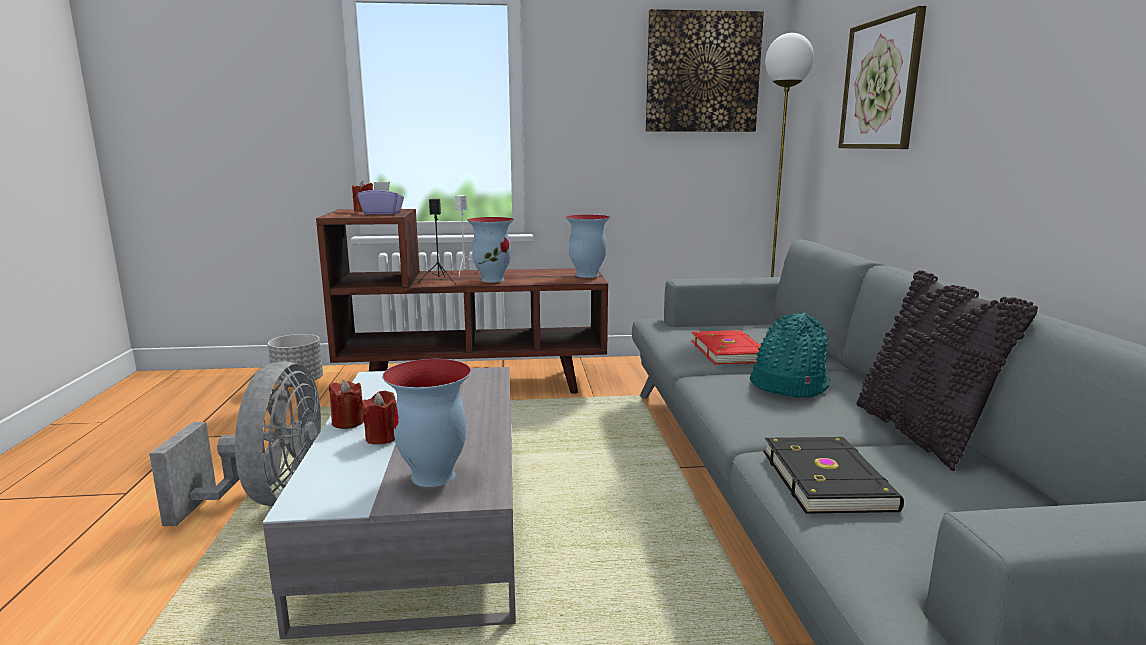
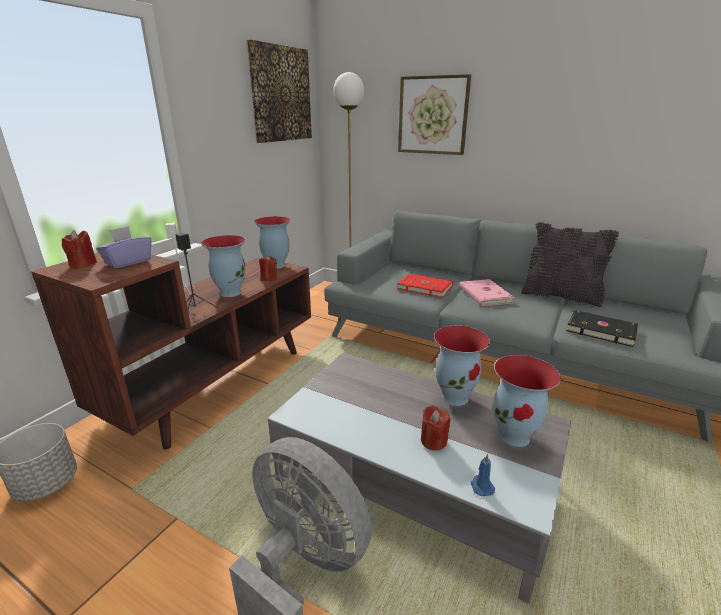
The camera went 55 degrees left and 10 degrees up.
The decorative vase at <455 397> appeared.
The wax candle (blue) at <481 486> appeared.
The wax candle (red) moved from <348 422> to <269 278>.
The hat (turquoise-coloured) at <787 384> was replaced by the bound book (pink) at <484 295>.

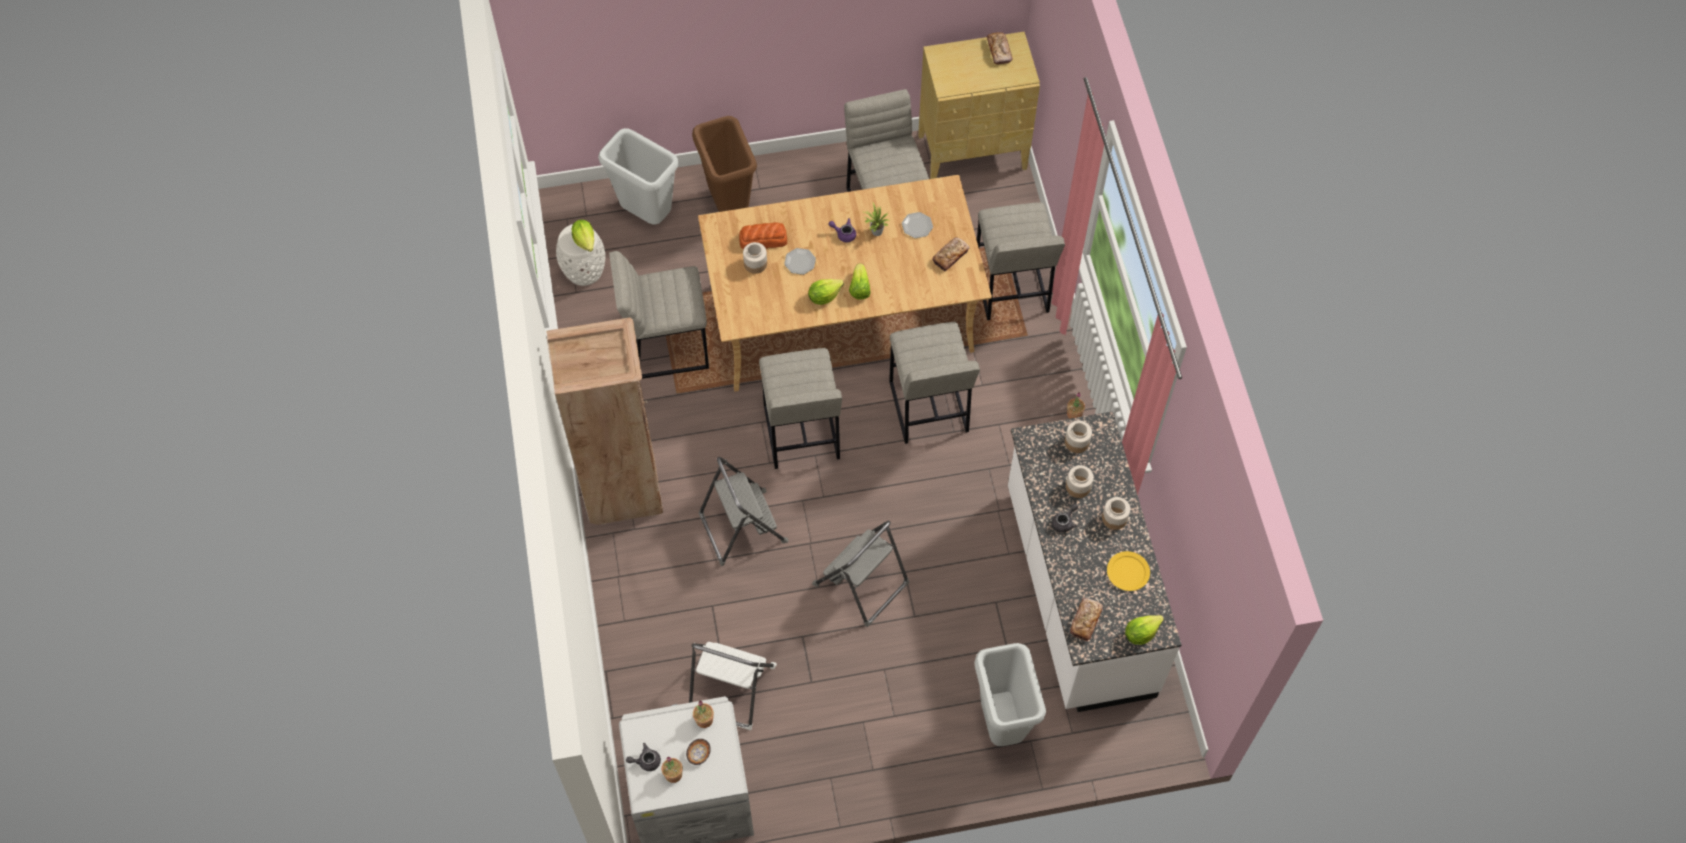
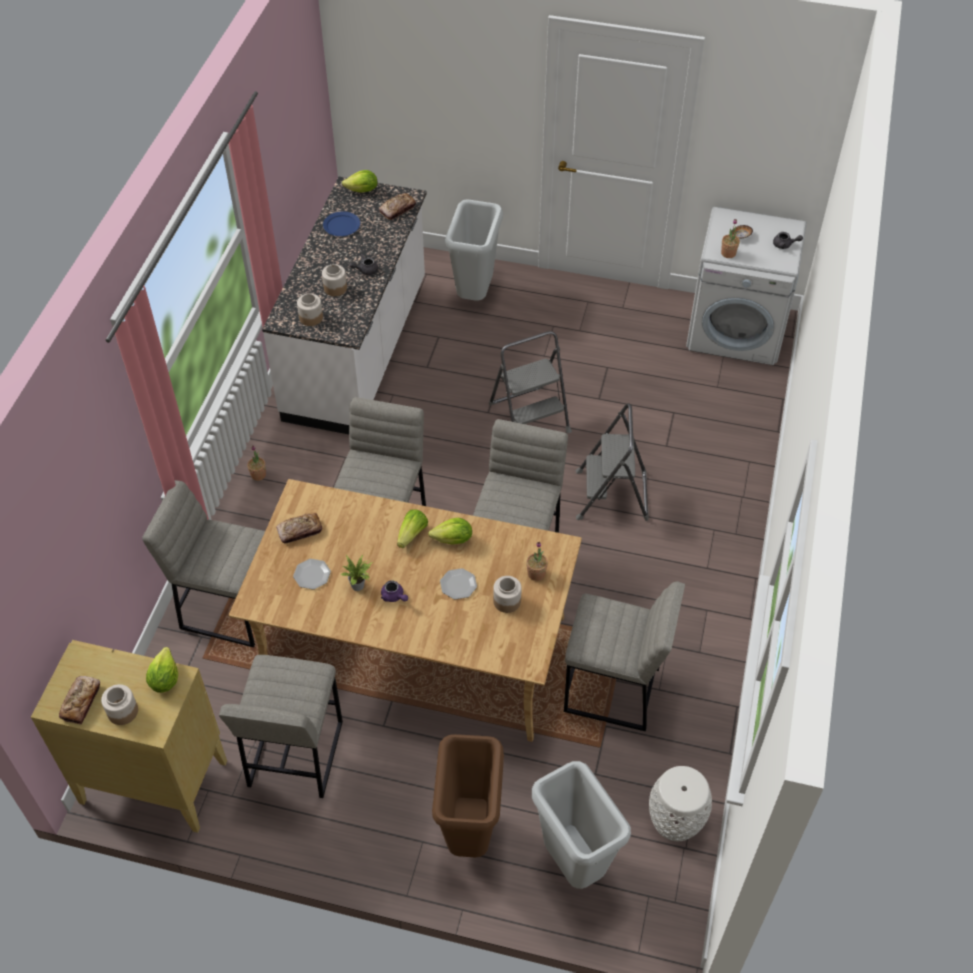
The camera went 155 degrees left and 10 degrees down.
The cabinet (brownish) at <624 493> disappeared.
The step ladder (whitish) at <730 690> disappeared.
The baked bread at <762 239> disappeared.
The head of lettuce moved from <585 240> to <164 679>.
The plant in a pot moved from <673 774> to <536 573>.
The storage jar moved from <1114 518> to <122 712>.
The flat dish (yellow-coloured) at <1127 572> became the flat dish (blue) at <342 225>.
The chair (grey) at <1011 289> turned 90 degrees counterclockwise.

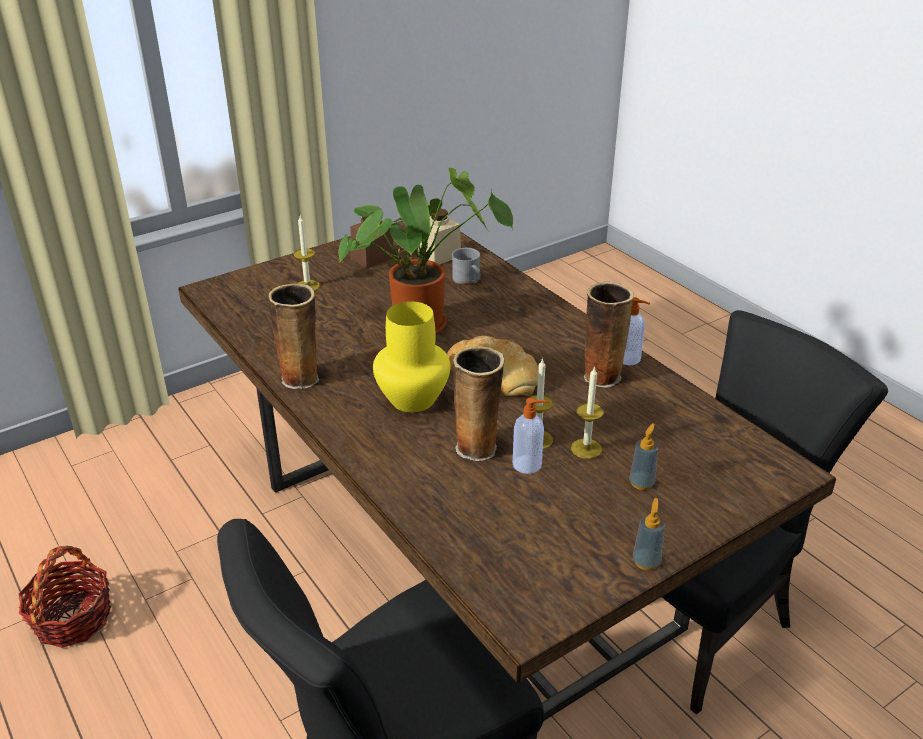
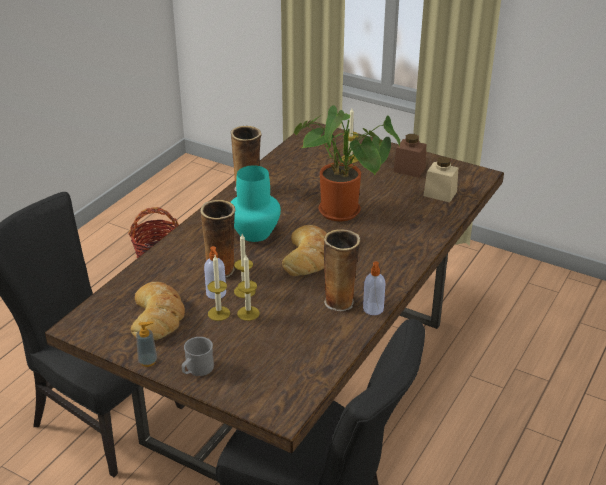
The camera went 65 degrees right and 0 degrees up.
The soap dispenser at <641 483> disappeared.
The baked bread at <158 316> appeared.
The wax candle at <219 313> appeared.
The mug (grey) moved from <468 280> to <197 370>.
The decorative vase (yellow-coloured) at <414 399> became the decorative vase (turquoise-coloured) at <255 233>.

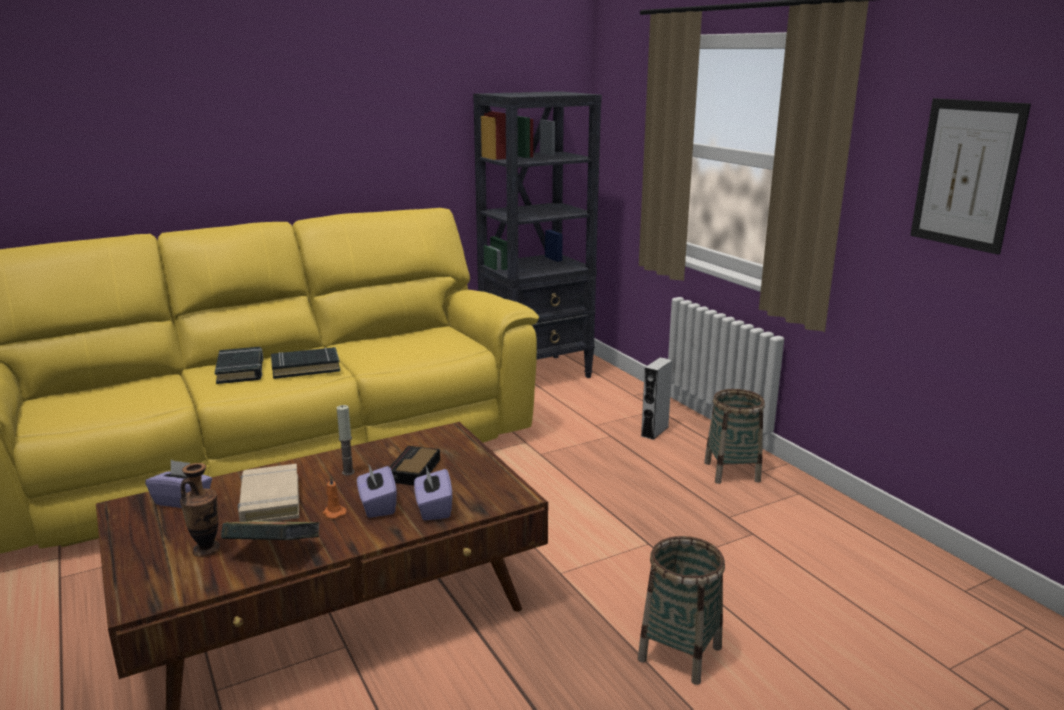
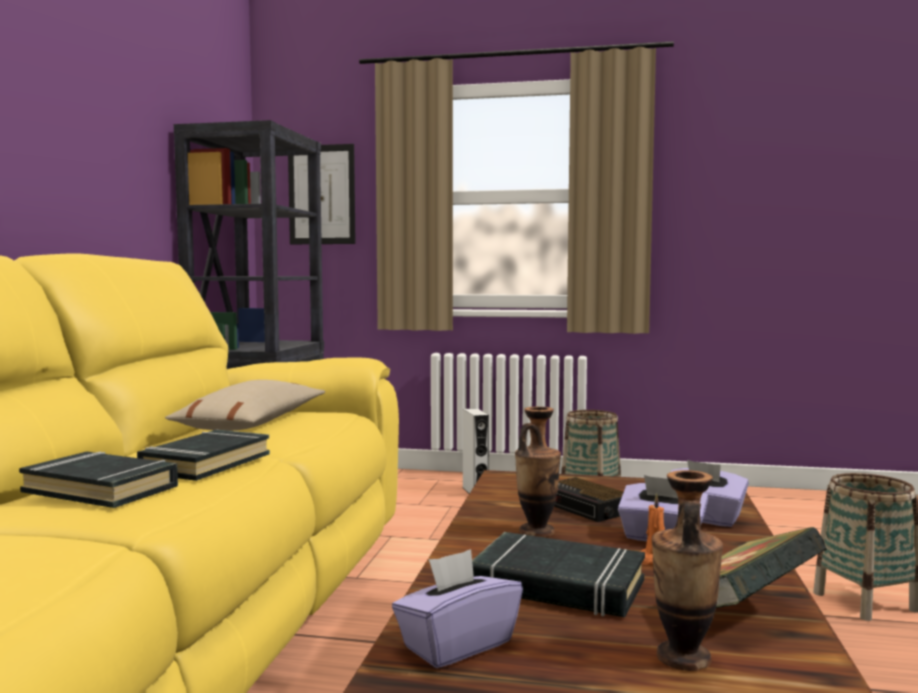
The camera went 50 degrees left and 15 degrees down.
The throw pillow (beige) at <252 424> appeared.
The picture moved from <966 174> to <322 195>.
The wax candle at <348 472> was replaced by the decorative vase at <537 532>.
The bound book (beige) at <270 500> became the bound book (blackish) at <558 586>.

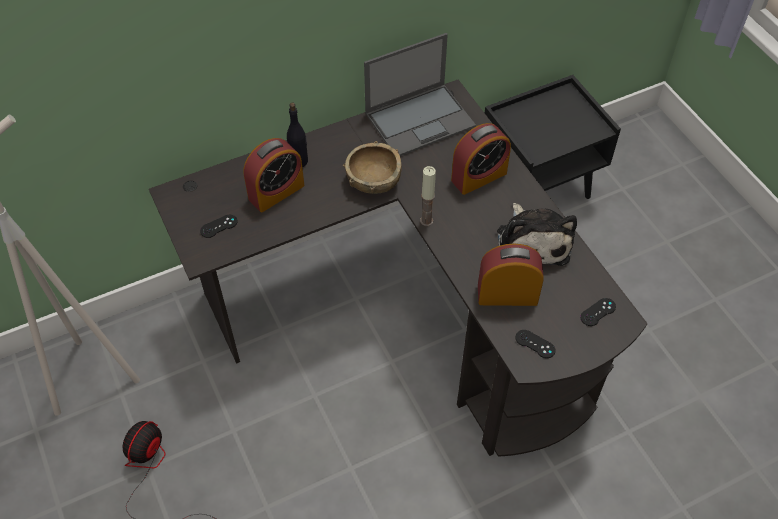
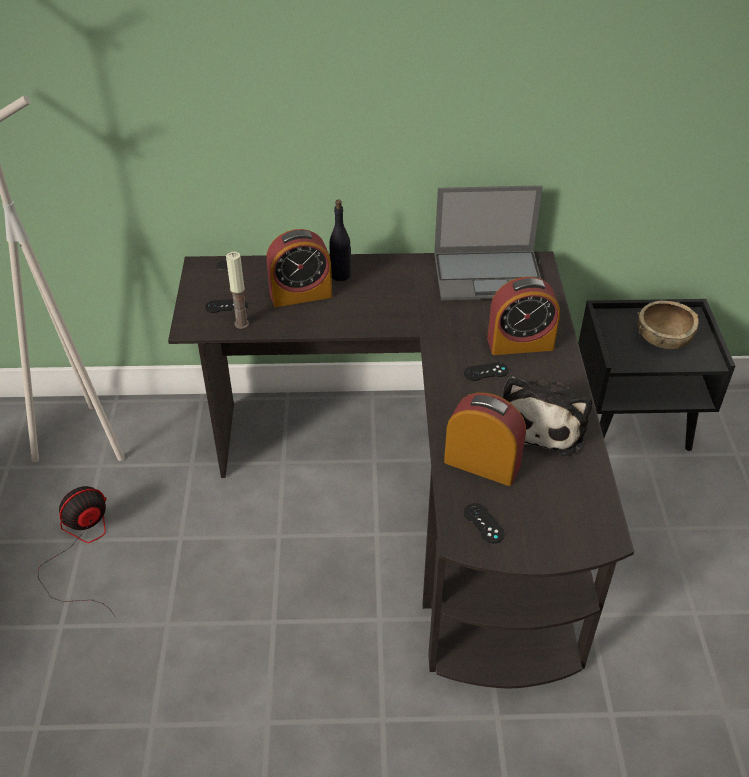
The camera went 25 degrees right and 10 degrees down.
The deep dish (brownish) moved from <374 180> to <663 338>.
The wax candle moved from <426 221> to <241 324>.
The joypad (blackish) moved from <598 312> to <486 372>.

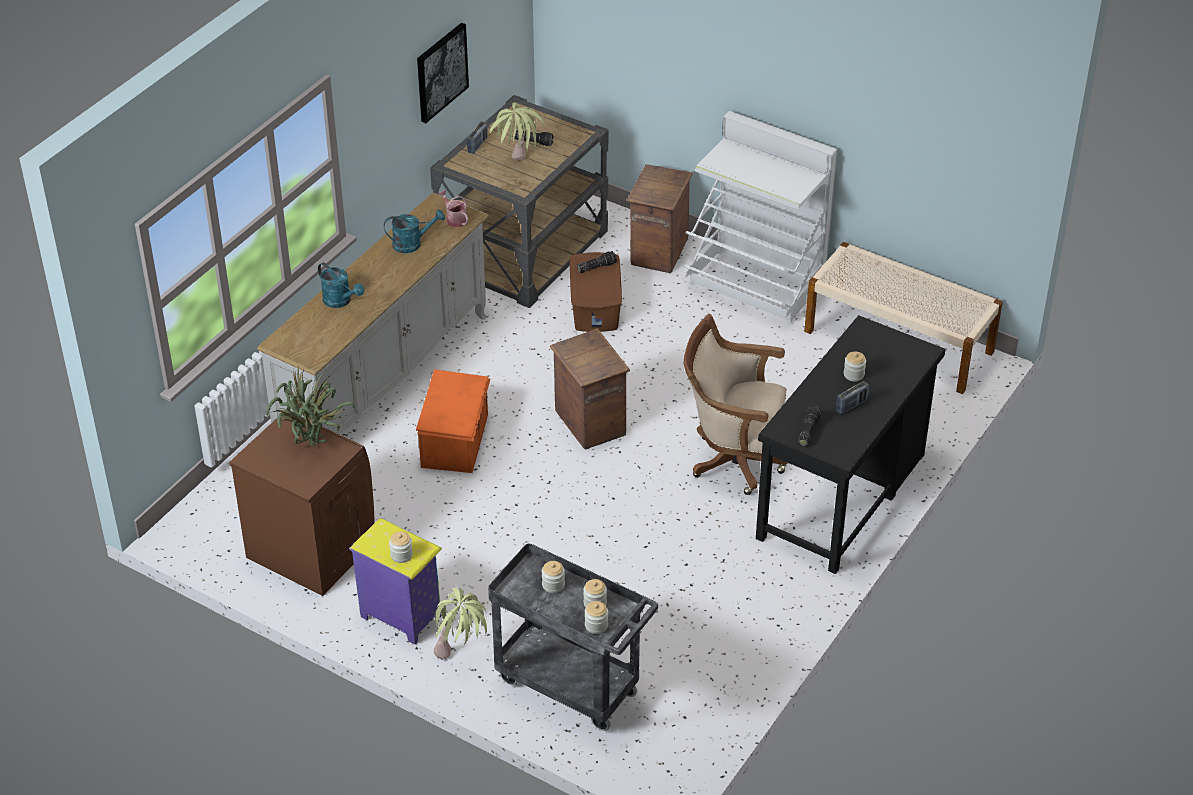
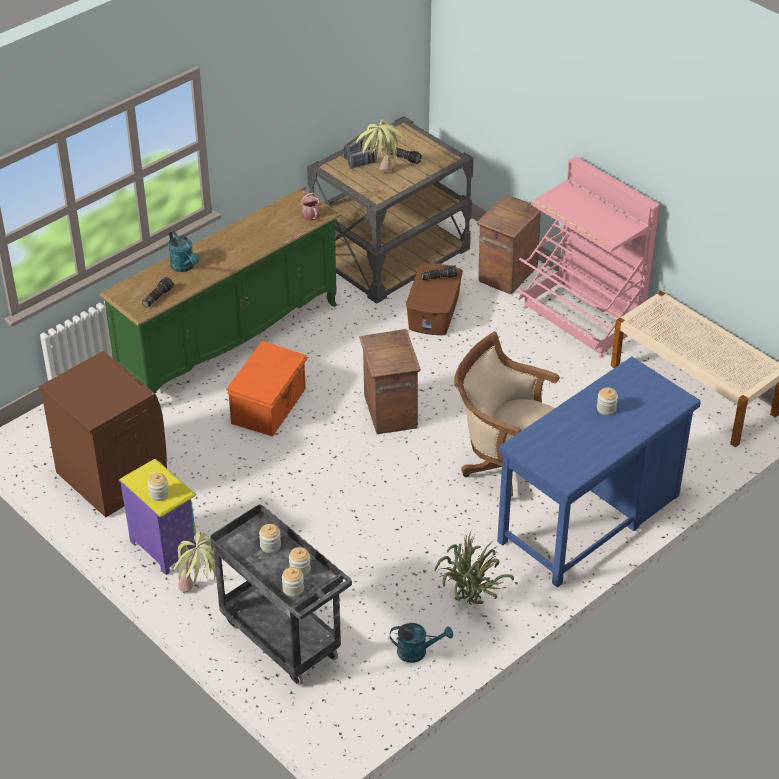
The camera went 15 degrees right and 0 degrees up.
The picture at <441 72> disappeared.
The plant in a pot moved from <311 447> to <469 604>.
The watering pot (turquoise-coloured) moved from <412 244> to <417 652>.
The flashlight moved from <807 431> to <157 297>.
The radio set moved from <851 406> to <362 164>.
The cabinet (grey) at <386 381> became the cabinet (green-coloured) at <231 344>.
The shoe stand (whitish) at <753 289> became the shoe stand (pink) at <578 321>.
The desk (blackish) at <842 497> became the desk (blue) at <590 519>.

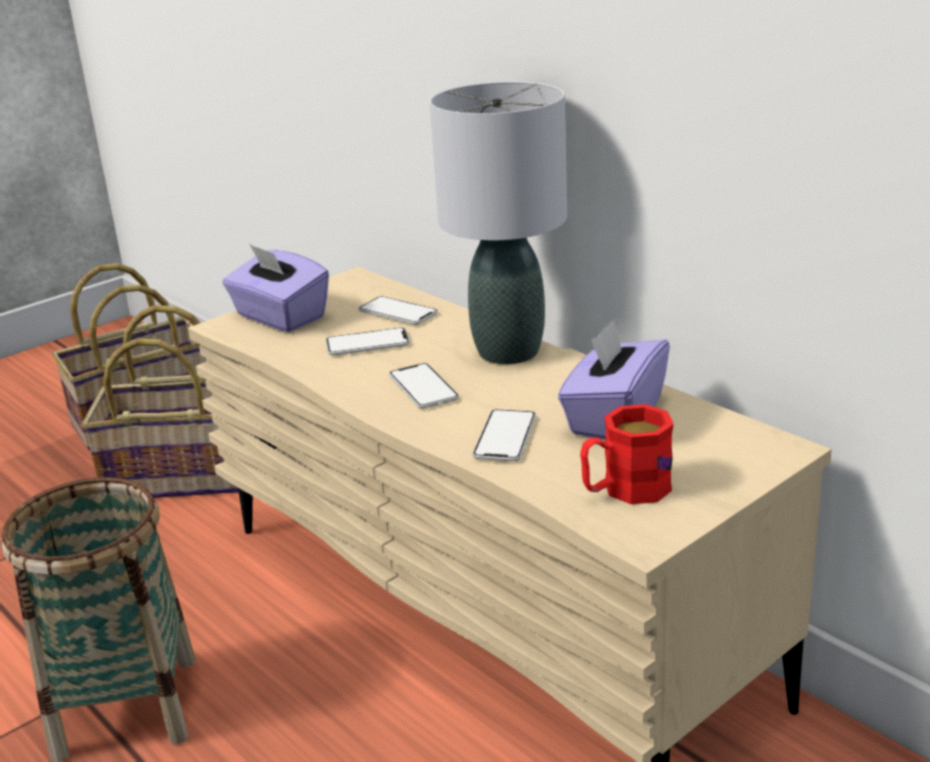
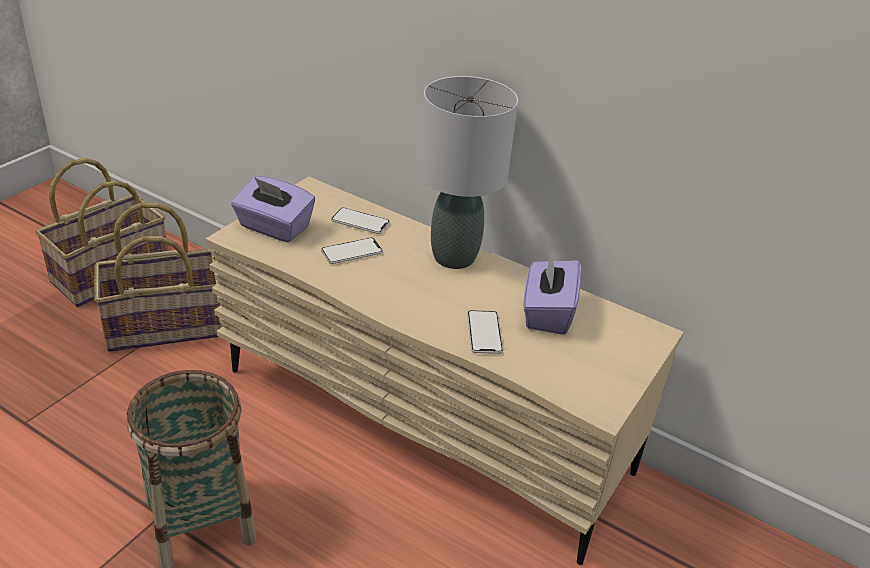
The camera went 20 degrees left and 10 degrees up.
The phone at <423 388> disappeared.
The mug (red) at <625 490> disappeared.

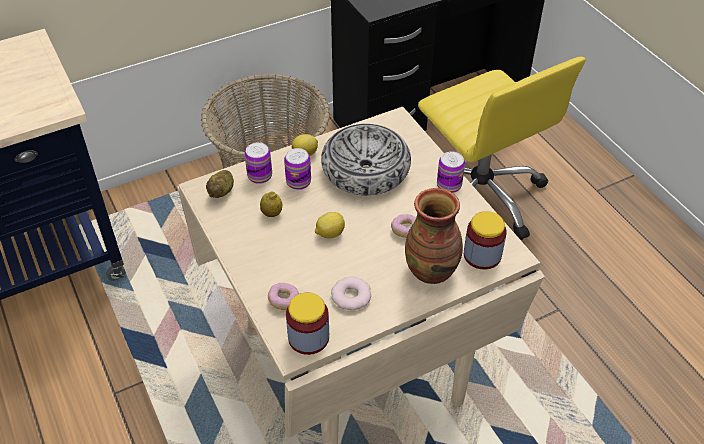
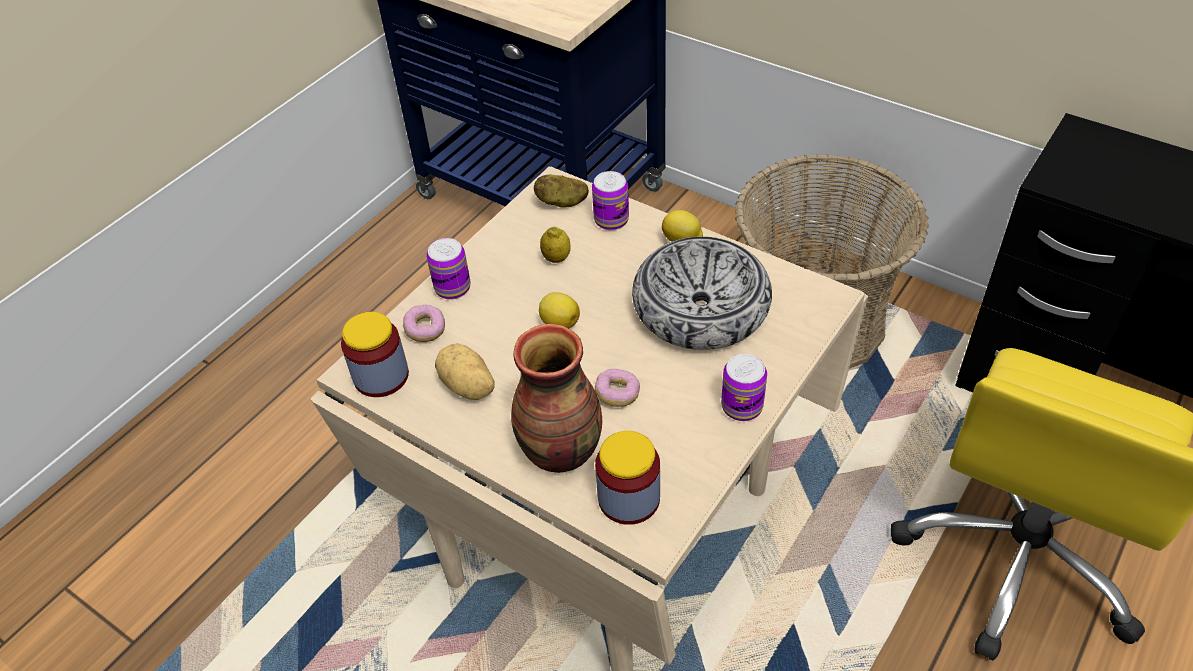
The camera went 65 degrees right and 0 degrees up.
The can moved from <298 182> to <452 288>.
The doughnut at <351 296> was replaced by the potato at <467 387>.

